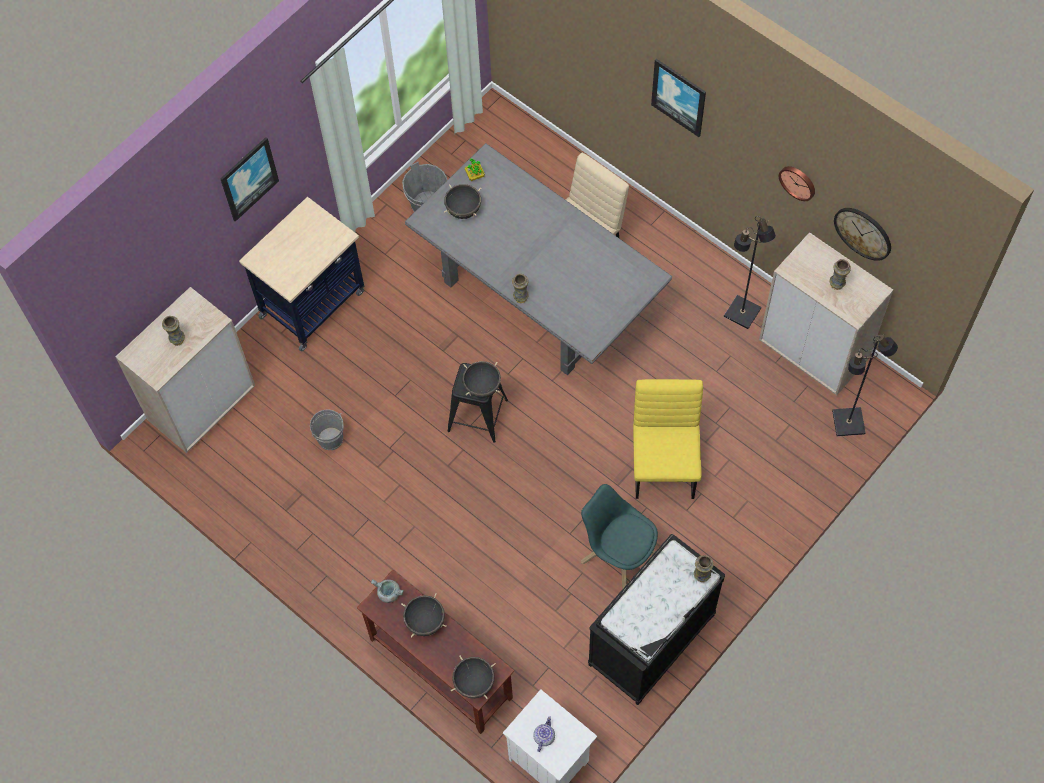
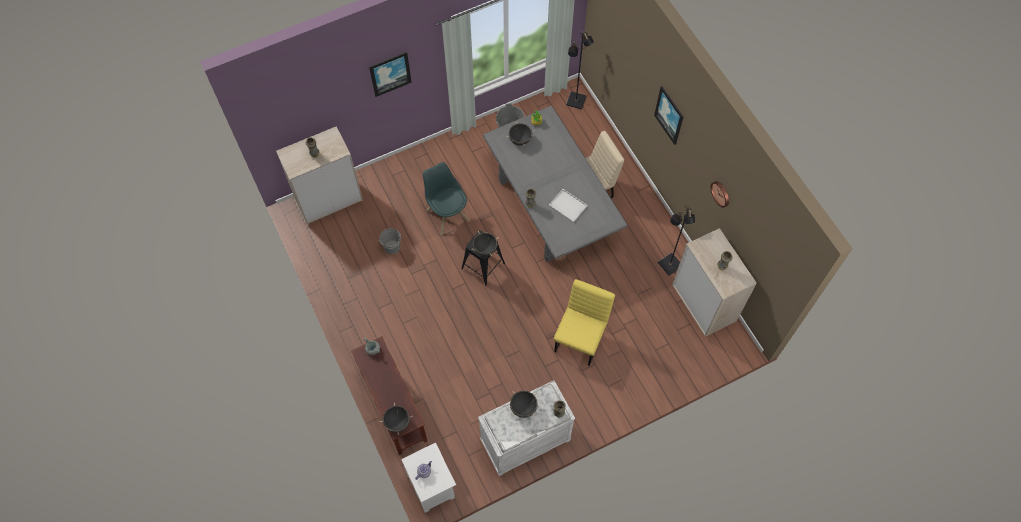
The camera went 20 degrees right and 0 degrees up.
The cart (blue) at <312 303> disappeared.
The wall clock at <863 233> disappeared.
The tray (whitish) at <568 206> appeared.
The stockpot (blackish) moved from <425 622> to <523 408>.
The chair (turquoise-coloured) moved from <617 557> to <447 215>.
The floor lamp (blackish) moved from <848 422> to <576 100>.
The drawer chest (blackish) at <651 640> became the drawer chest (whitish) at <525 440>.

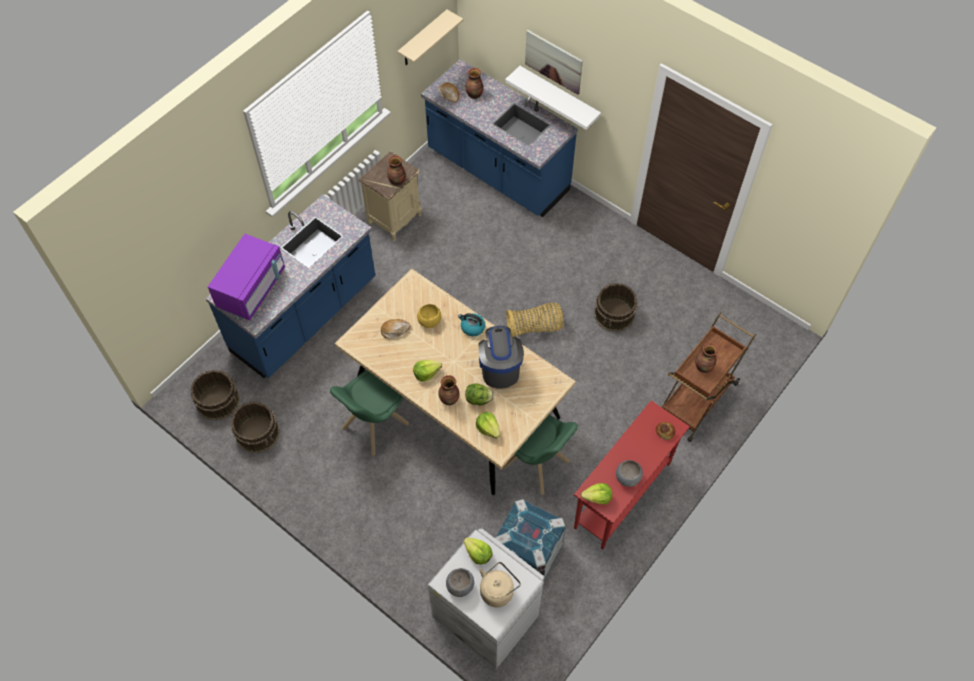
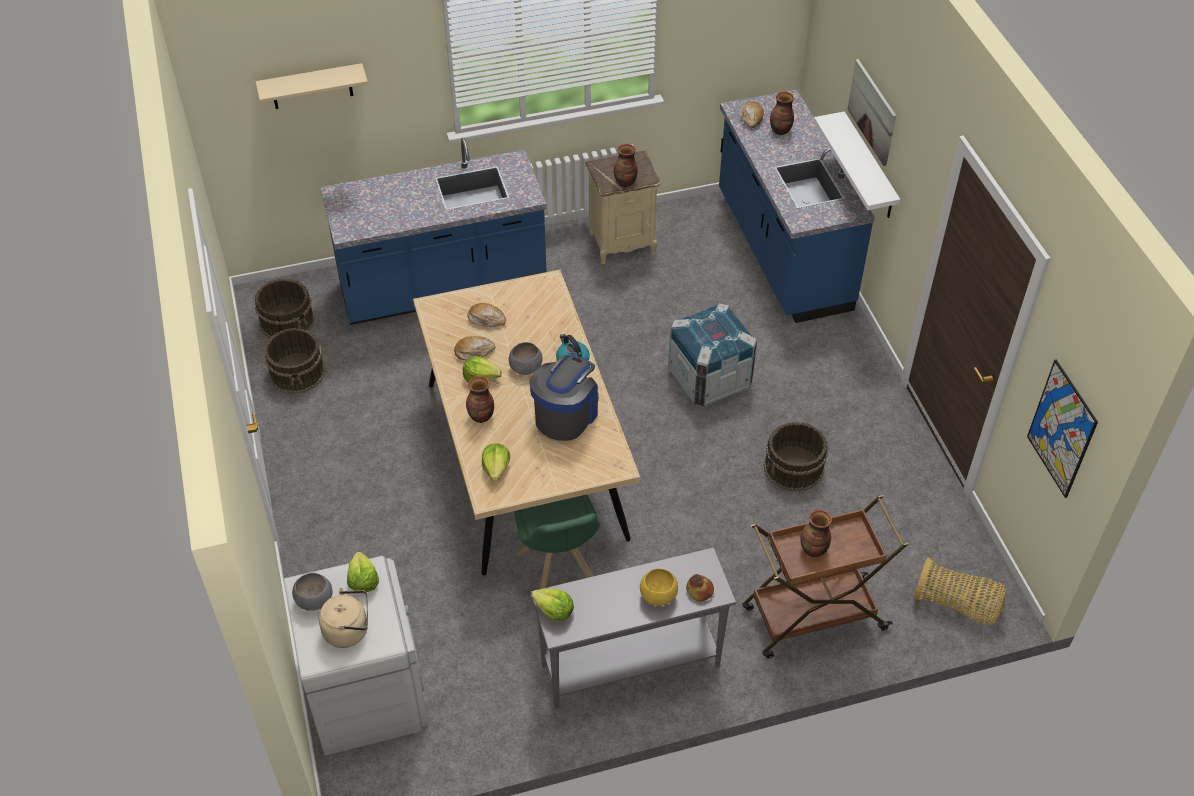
The camera went 35 degrees right and 10 degrees down.
The microwave (purple-coloured) at <252 289> disappeared.
The chair (green-coloured) at <374 426> disappeared.
The head of lettuce at <478 399> disappeared.
The baked bread at <474 351> appeared.
The picture at <1061 429> appeared.
The wall shelf (beige) moved from <423 39> to <311 87>.
The deep dish (yellow-coloured) moved from <430 320> to <659 595>.
The crate moved from <528 551> to <709 378>.
The storage basket moved from <535 327> to <956 605>.
The deep dish (grey) moved from <627 477> to <525 367>.
The console table (red) at <622 497> became the console table (grey) at <630 668>.

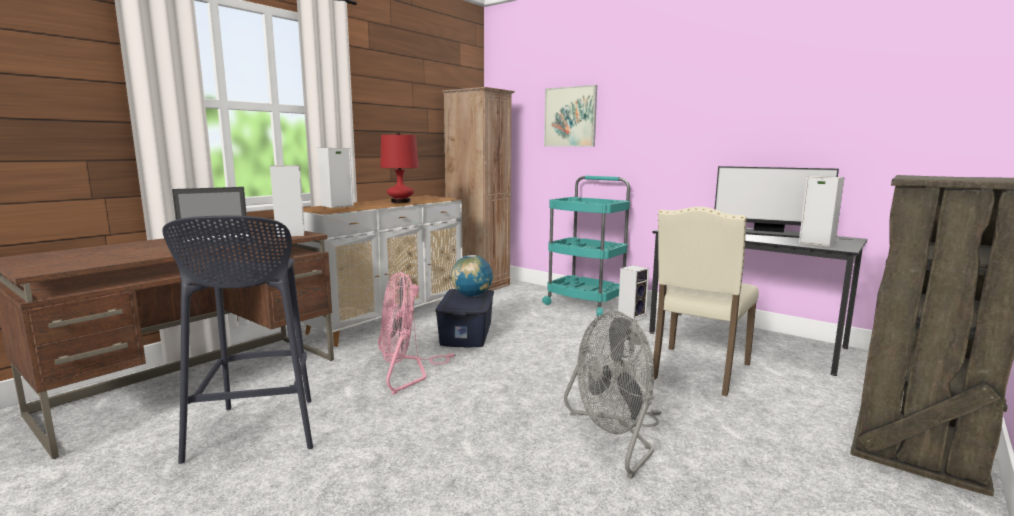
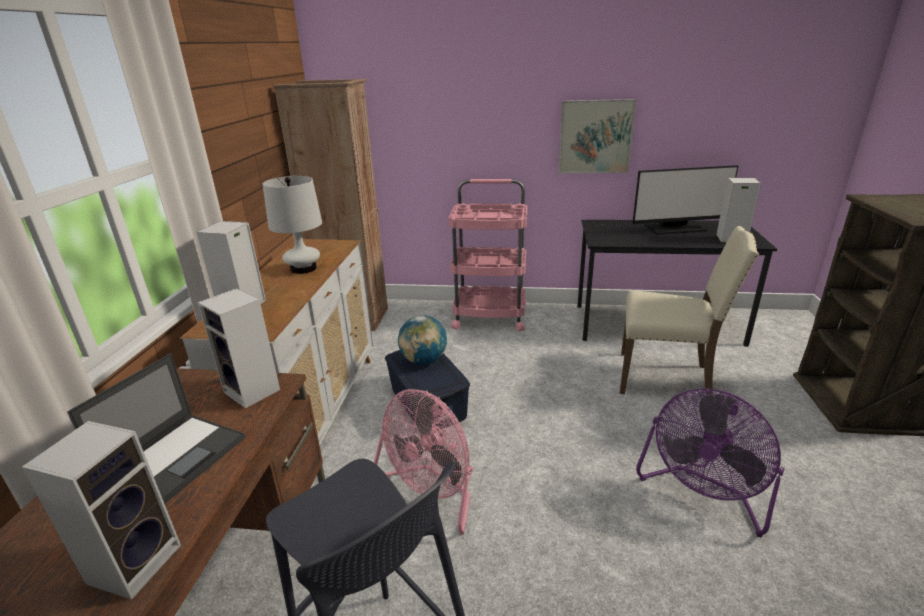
The camera went 30 degrees left and 15 degrees up.
The picture moved from <570 117> to <595 137>.
The audio speaker moved from <632 317> to <136 561>.
The tabletop lamp (red) at <400 201> became the tabletop lamp (whitish) at <303 268>.
The cart (turquoise-coloured) at <585 304> became the cart (pink) at <489 316>.
The electric fan (grey) at <617 436> became the electric fan (purple-coloured) at <700 489>.
The chair (beige) at <698 371> turned 75 degrees counterclockwise.

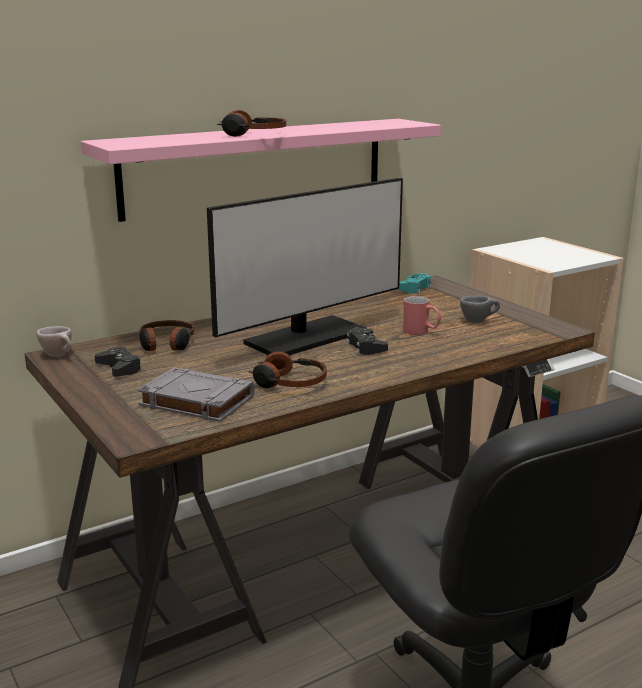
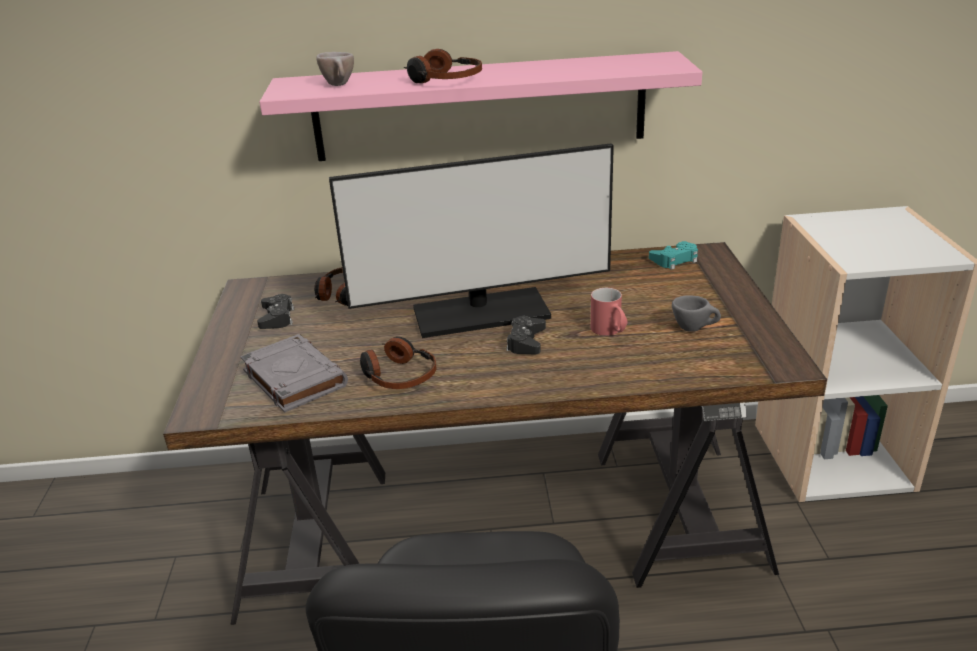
The camera went 30 degrees right and 10 degrees up.
The small cup (beige) moved from <60 356> to <340 85>.

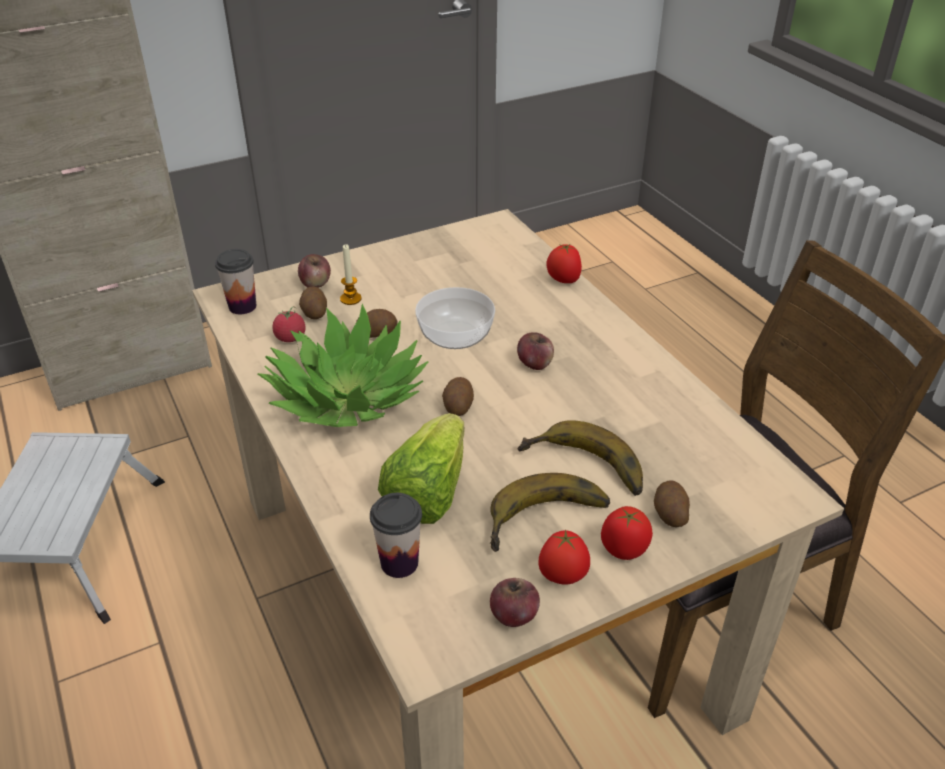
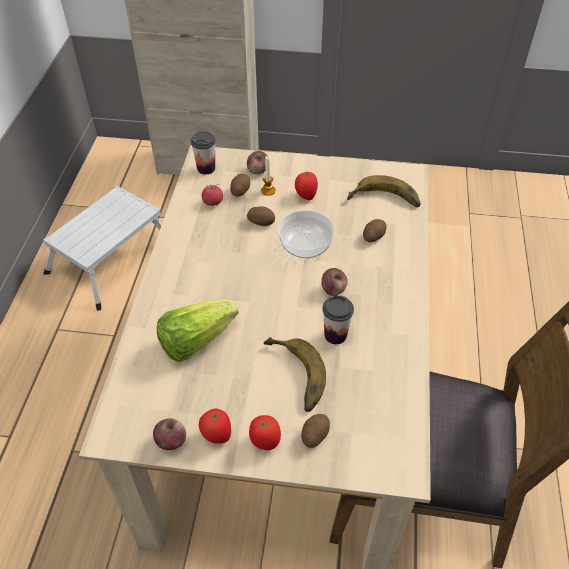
The camera went 35 degrees right and 10 degrees up.
The plant in a pot at <346 397> disappeared.
The small cup moved from <399 563> to <335 335>.
The potato moved from <457 406> to <373 236>.
The whole banana moved from <549 523> to <384 201>.
The fresh tomato moved from <563 280> to <305 196>.

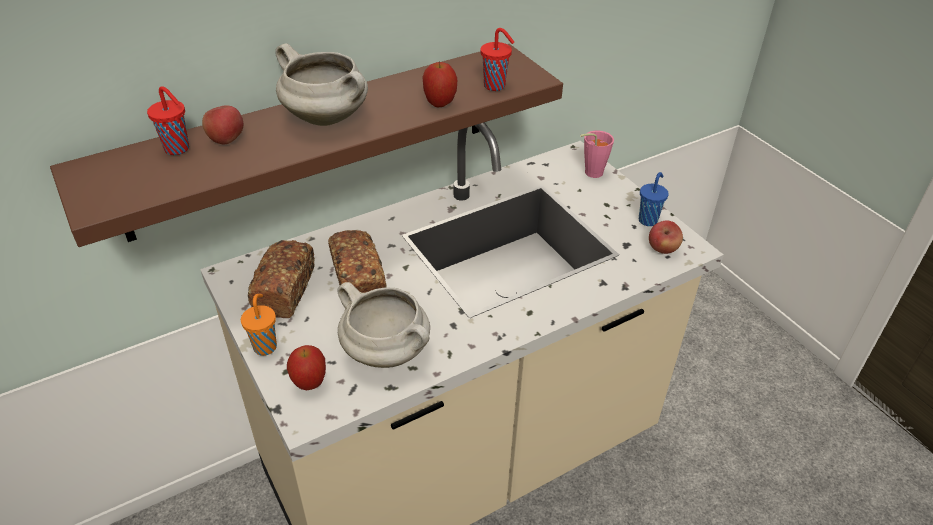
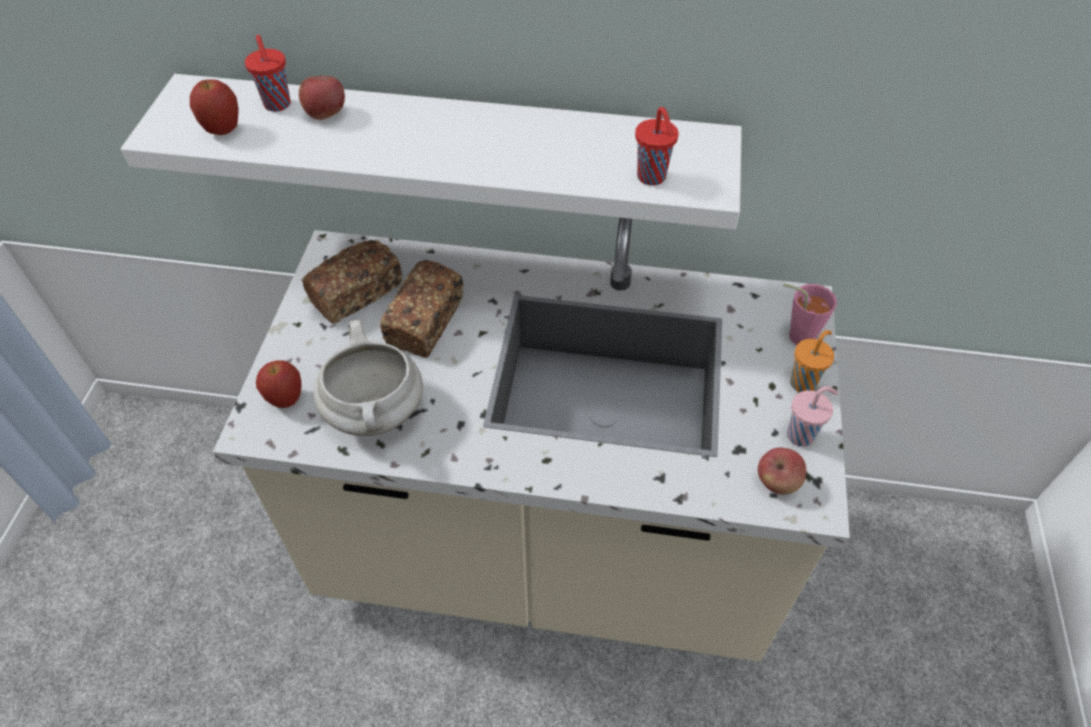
The camera went 40 degrees right and 10 degrees up.
The stockpot (whitish) at <328 118> disappeared.
The small cup (orangey) moved from <265 346> to <803 382>.
The whole apple moved from <440 104> to <223 131>.
The wall shelf (brownish) at <313 140> became the wall shelf (whitish) at <454 148>.
The small cup (blue) at <648 220> became the small cup (pink) at <801 435>.

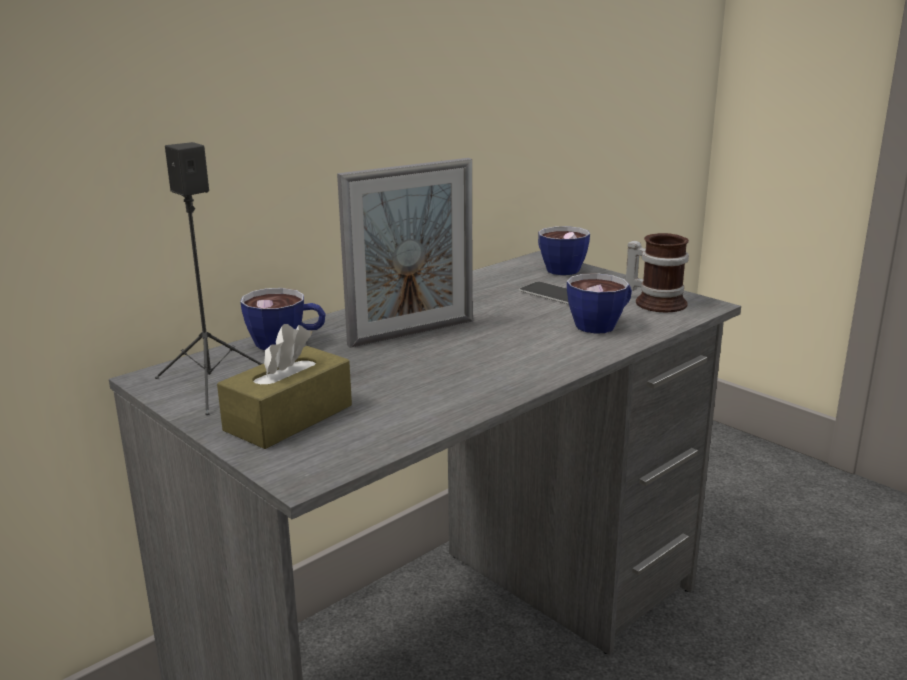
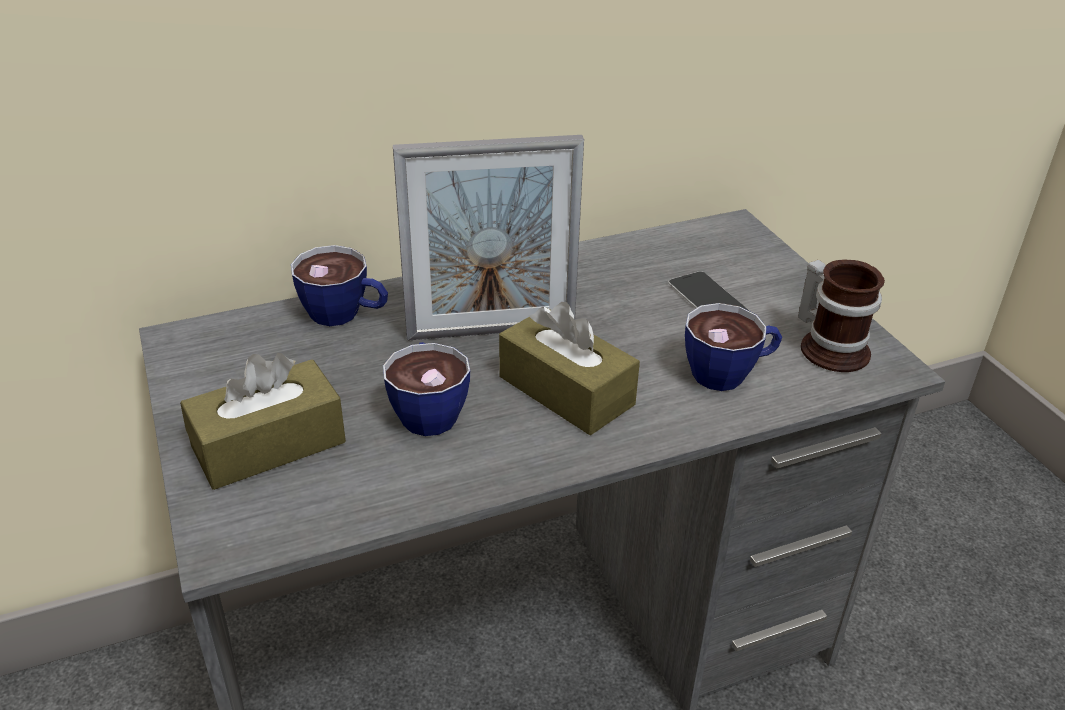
The camera went 20 degrees right and 15 degrees up.
The audio speaker (blackish) at <211 386> disappeared.
The box of tissues (brownish) at <566 391> appeared.
The small cup moved from <557 268> to <428 410>.

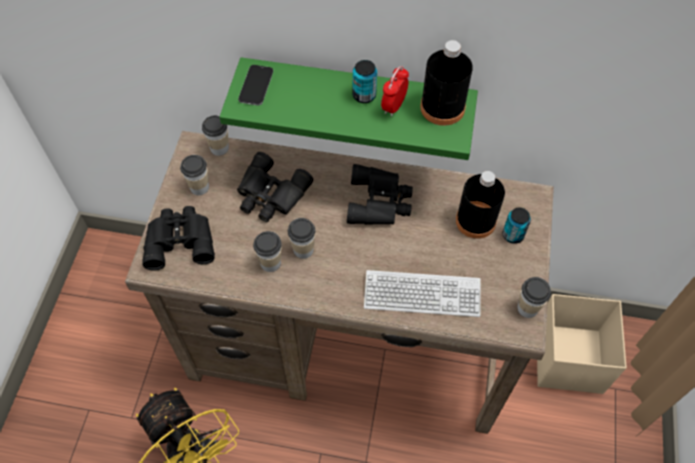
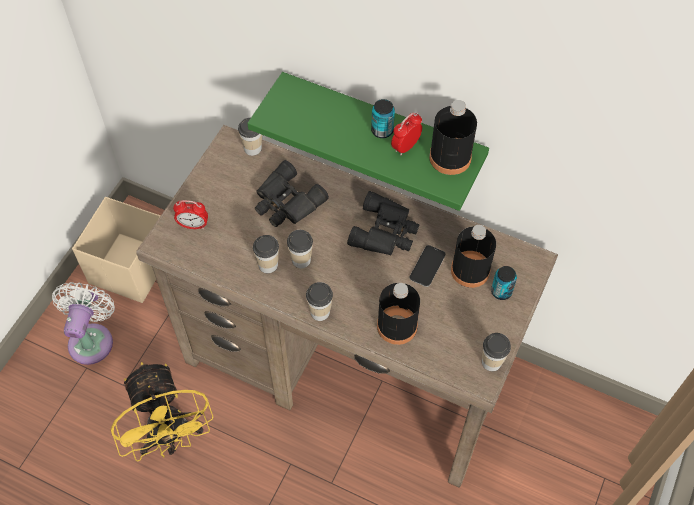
The camera went 15 degrees right and 0 degrees up.
The electric fan (whitish) at <92 339> appeared.
The small cup moved from <199 187> to <320 312>.
The phone moved from <256 86> to <427 266>.
The storage box (beige) moved from <569 357> to <132 267>.
The binoculars (blackish) at <179 240> was replaced by the alarm clock at <193 225>.
The computer keyboard at <422 294> was replaced by the bottle (blackish) at <397 326>.

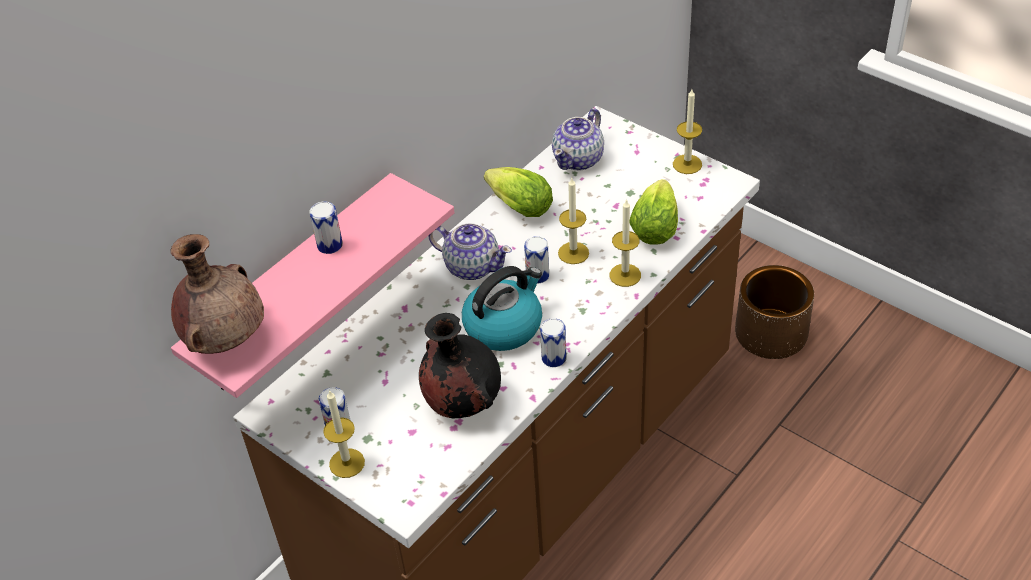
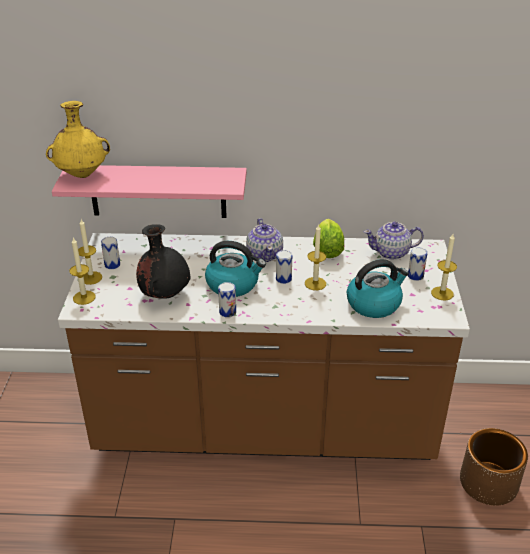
The camera went 50 degrees right and 10 degrees down.
The can moved from <330 245> to <415 276>.
The wax candle moved from <625 275> to <84 297>.
The head of lettuce at <655 225> was replaced by the water kettle at <374 304>.
The decorative vase (brownish) at <227 339> became the decorative vase (yellow-coloured) at <83 175>.

